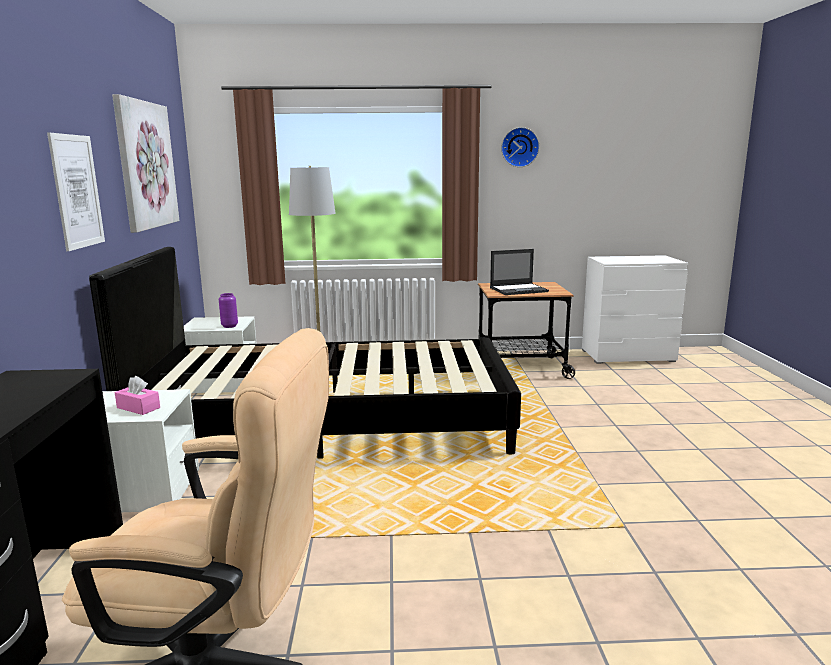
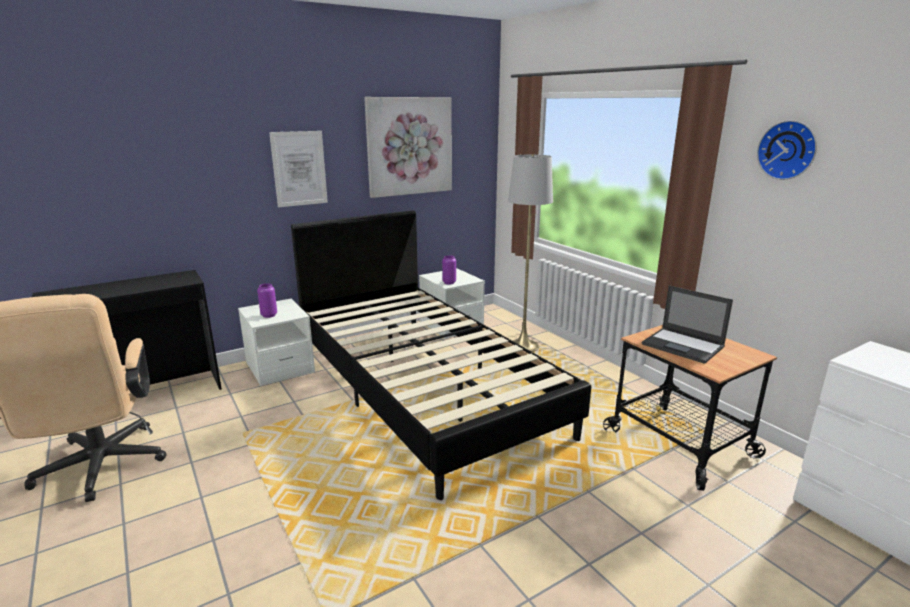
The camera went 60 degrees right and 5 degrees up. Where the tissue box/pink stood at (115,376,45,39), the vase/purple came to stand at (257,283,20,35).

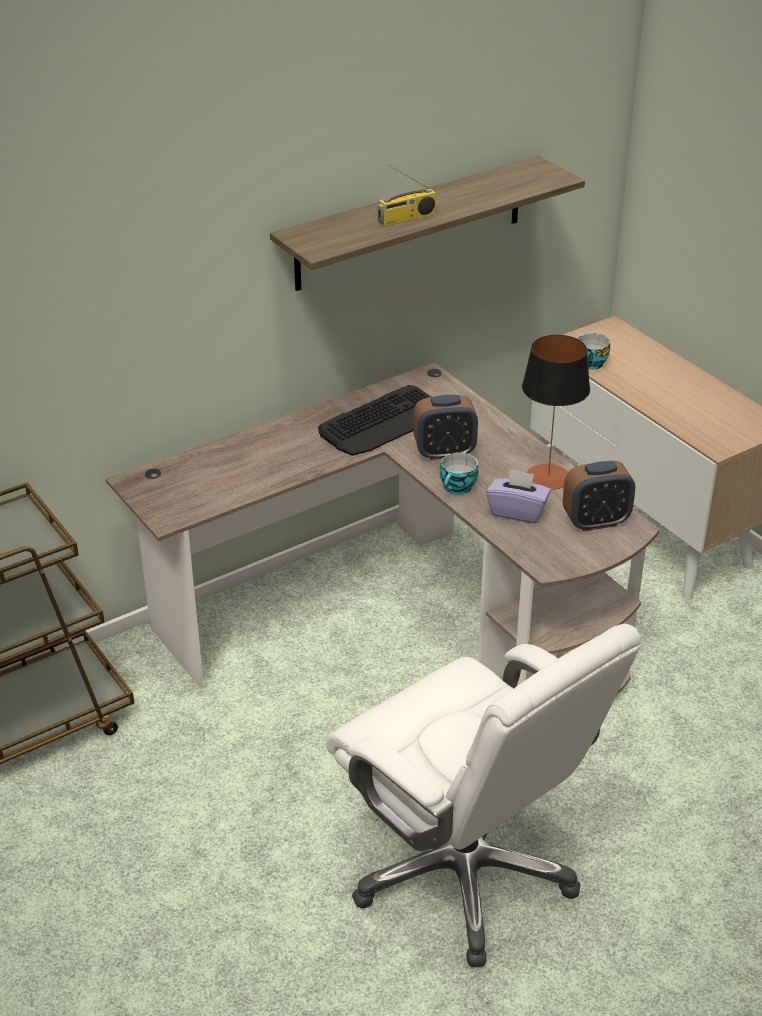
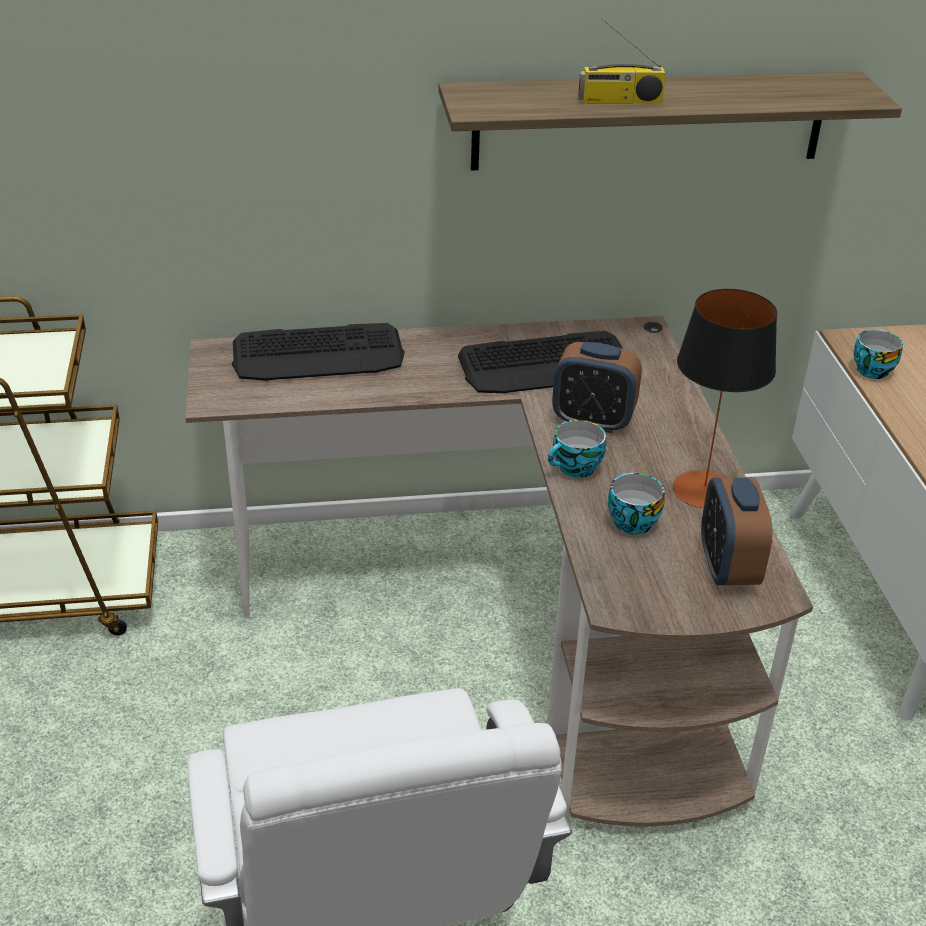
The camera went 25 degrees right and 0 degrees up. The second view gained the keyboard at (232,323,173,58). Where the tissue box/purple stood at (486,469,65,55), the cup came to stand at (608,473,57,62). The alarm clock at (563,461,72,70) ended up facing another way, 75 degrees clockwise from before.

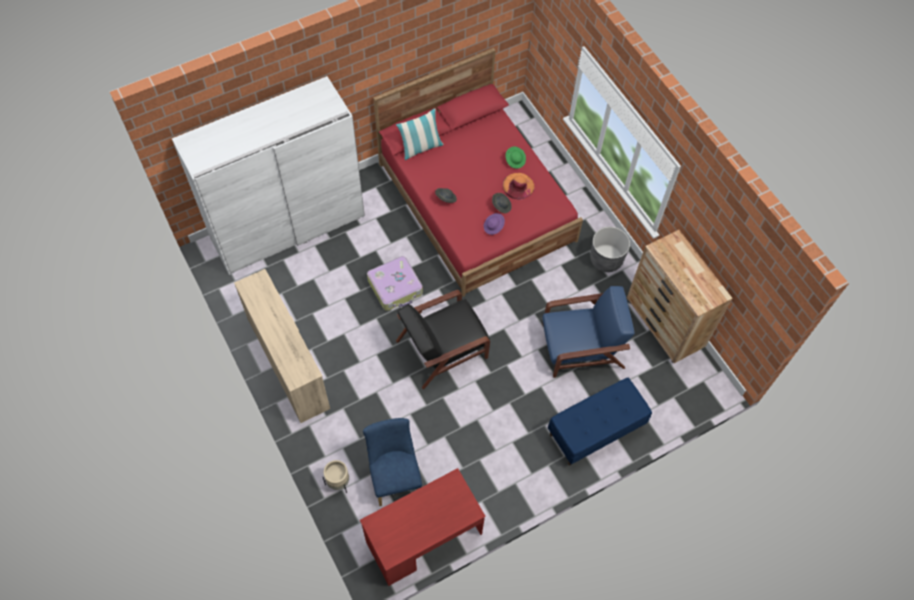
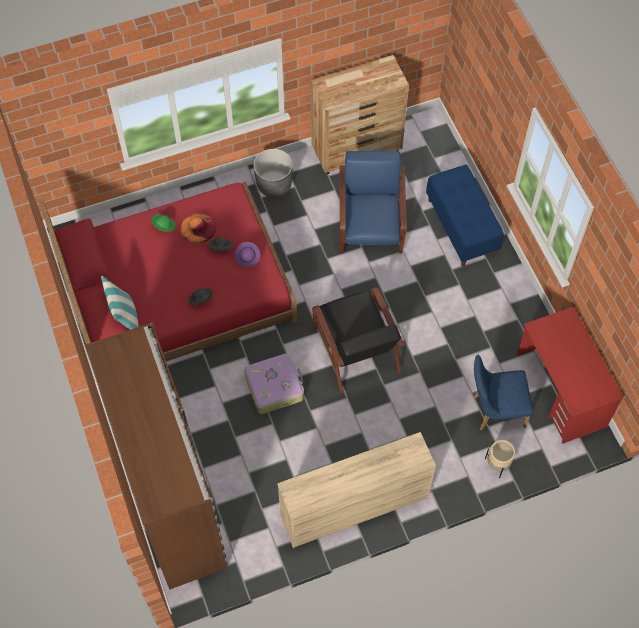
The camera went 80 degrees left and 0 degrees up. What was the wardrobe/white at (172,76,193,199) turned into the wardrobe/brown at (85,323,143,266).

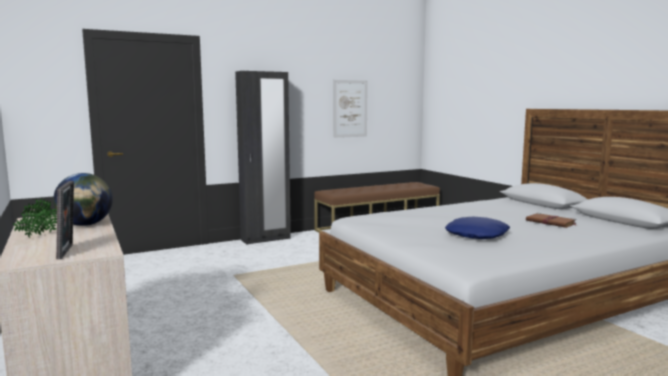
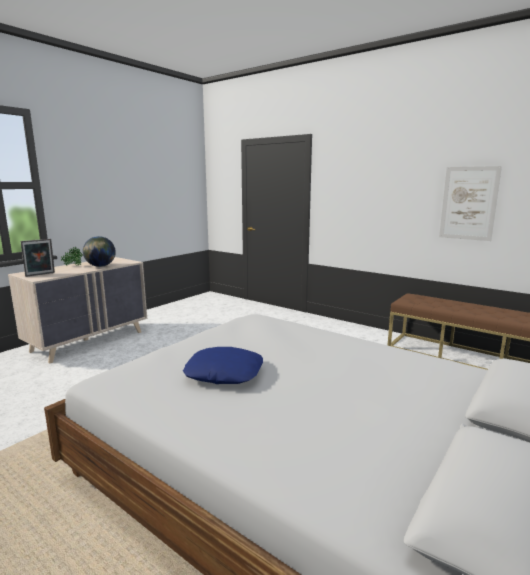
The camera went 65 degrees right and 5 degrees up. The second view lost the wardrobe/black at (235,71,56,174). The second view lost the book/brown at (526,213,51,15).

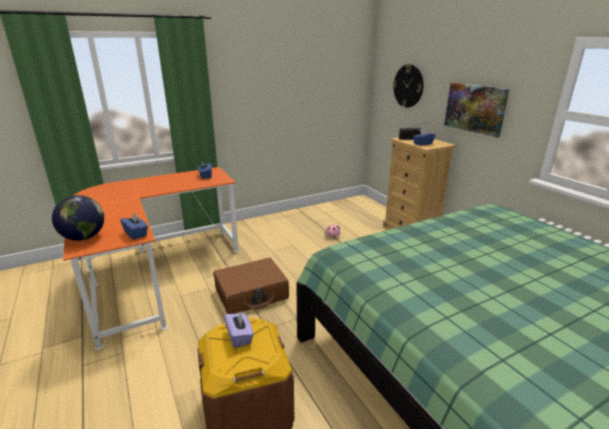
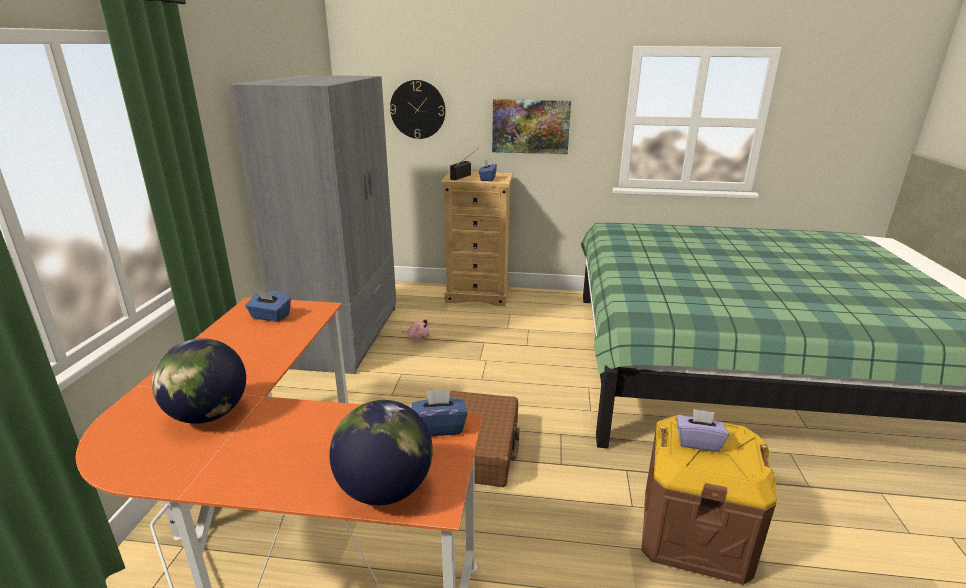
The camera went 55 degrees left and 0 degrees up. The second view gained the globe at (152,338,94,86). The second view gained the wardrobe/grey at (229,75,167,299).

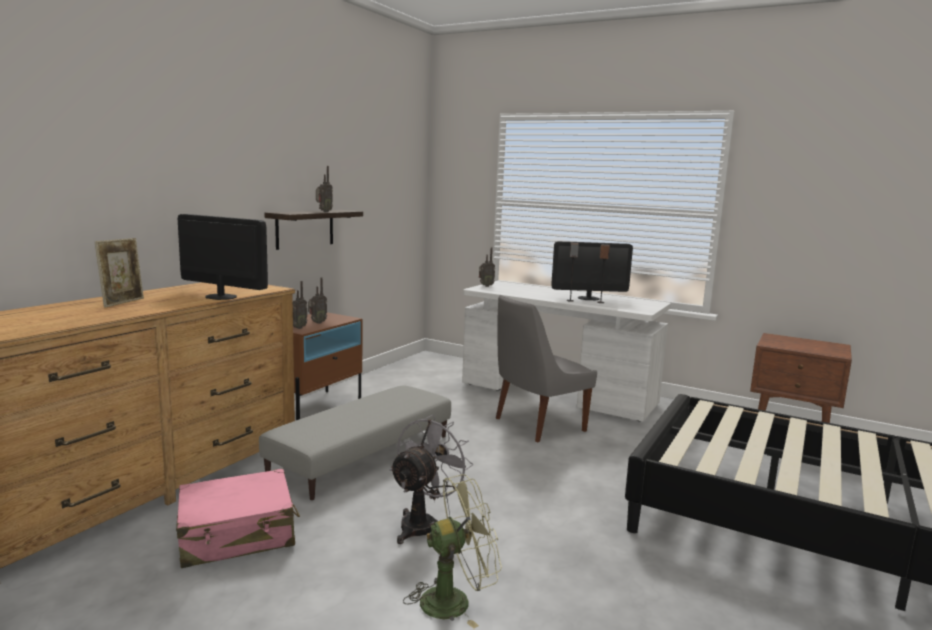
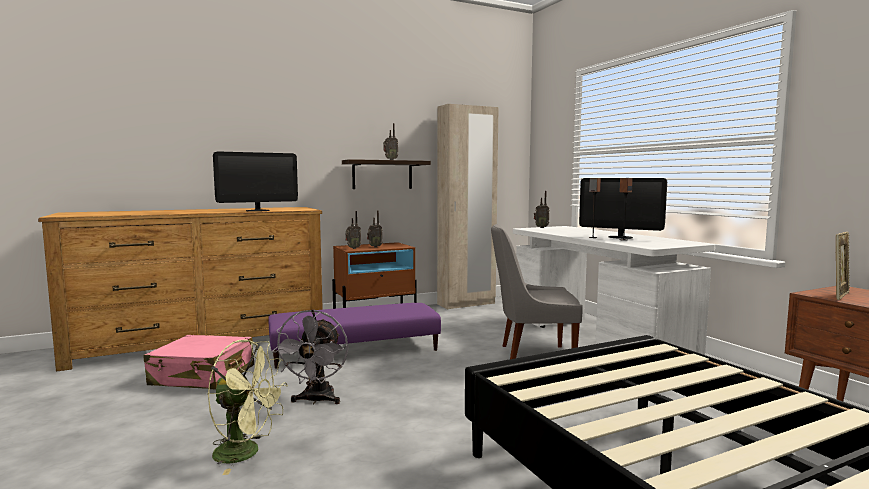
The camera went 35 degrees right and 5 degrees down. The second view gained the wardrobe/beige at (437,104,62,205). The picture frame ended up elsewhere, having gone from (95,238,49,70) to (836,232,14,68). What was the ottoman/grey at (259,385,192,115) turned into the ottoman/purple at (268,303,173,66). The monitor at (178,214,90,86) ended up facing another way, 90 degrees clockwise from before. The fan/grey at (389,415,84,129) ended up facing another way, 120 degrees clockwise from before.

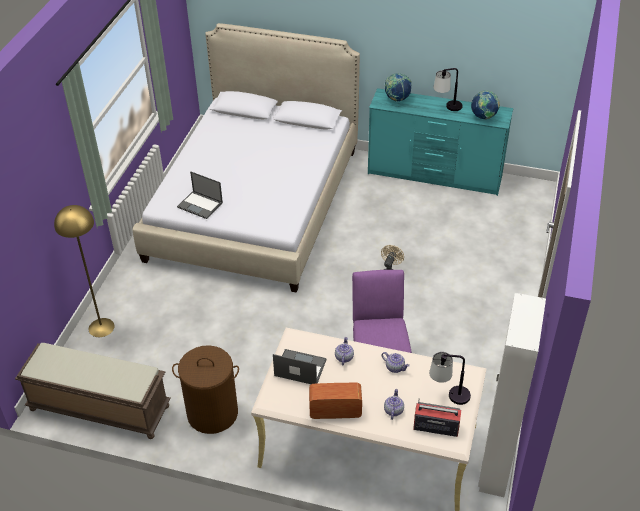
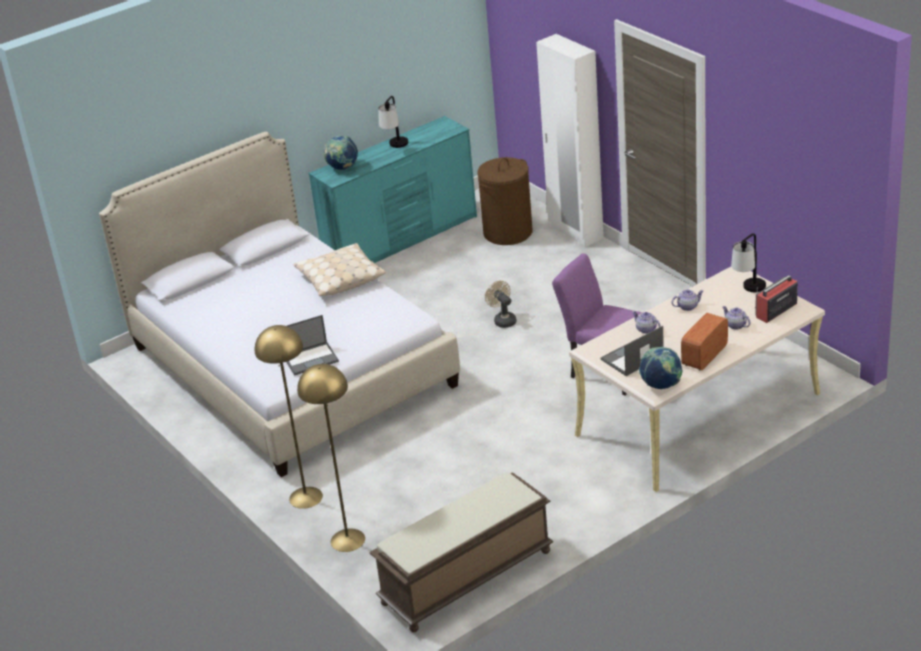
The camera went 50 degrees left and 10 degrees down. The second view gained the floor lamp/yellow at (255,325,68,184). The second view gained the pillow/beige at (293,243,93,53). The laundry basket/brown ended up elsewhere, having gone from (172,345,67,89) to (477,157,55,88). The globe ended up elsewhere, having gone from (471,90,29,30) to (639,347,44,42). The wardrobe/white ended up elsewhere, having gone from (478,293,68,204) to (536,34,68,213).

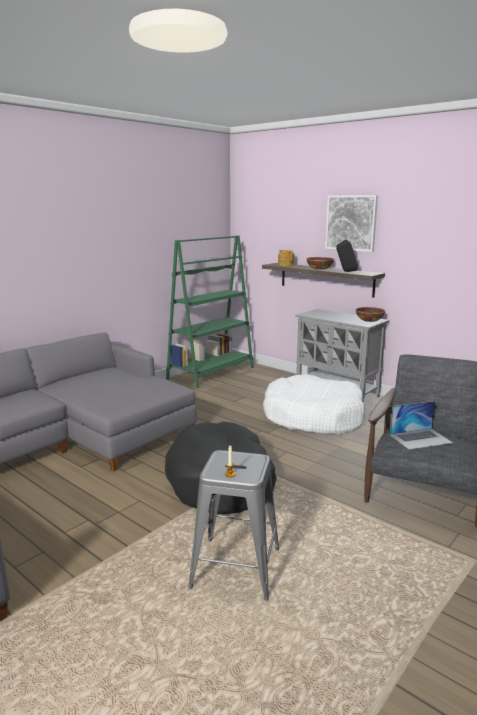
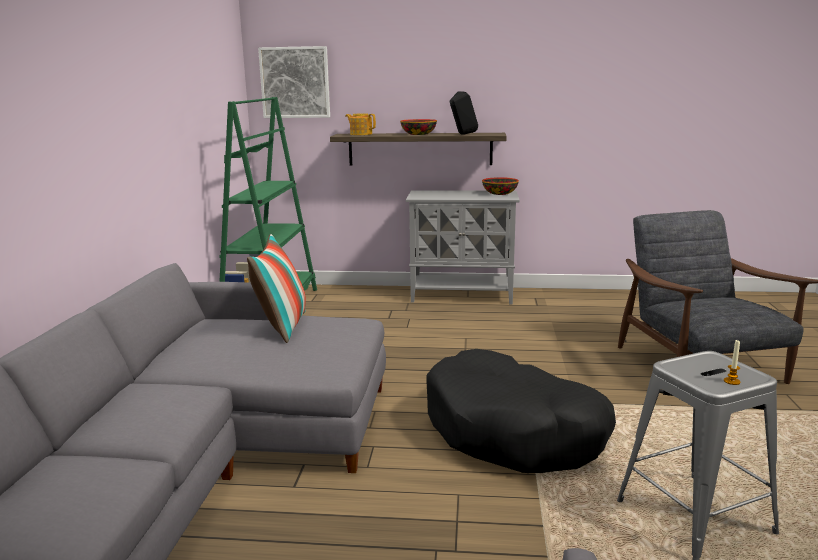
The camera went 35 degrees left and 0 degrees up. The second view lost the dog bed/white at (263,374,102,61). The second view lost the laptop at (390,401,63,48). The second view gained the pillow at (247,234,59,109). The picture ended up elsewhere, having gone from (325,195,53,57) to (258,46,72,72).

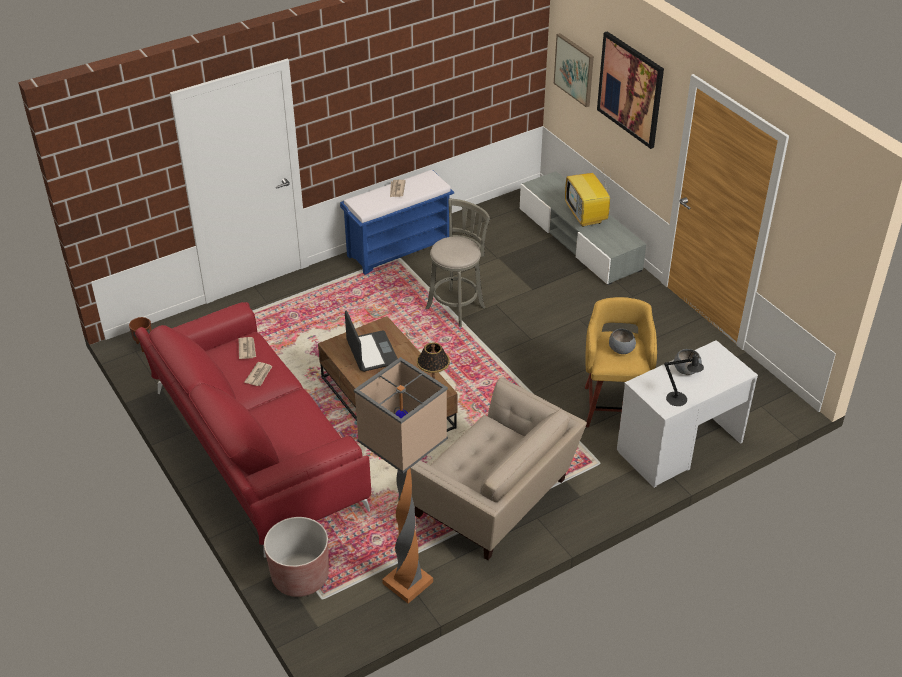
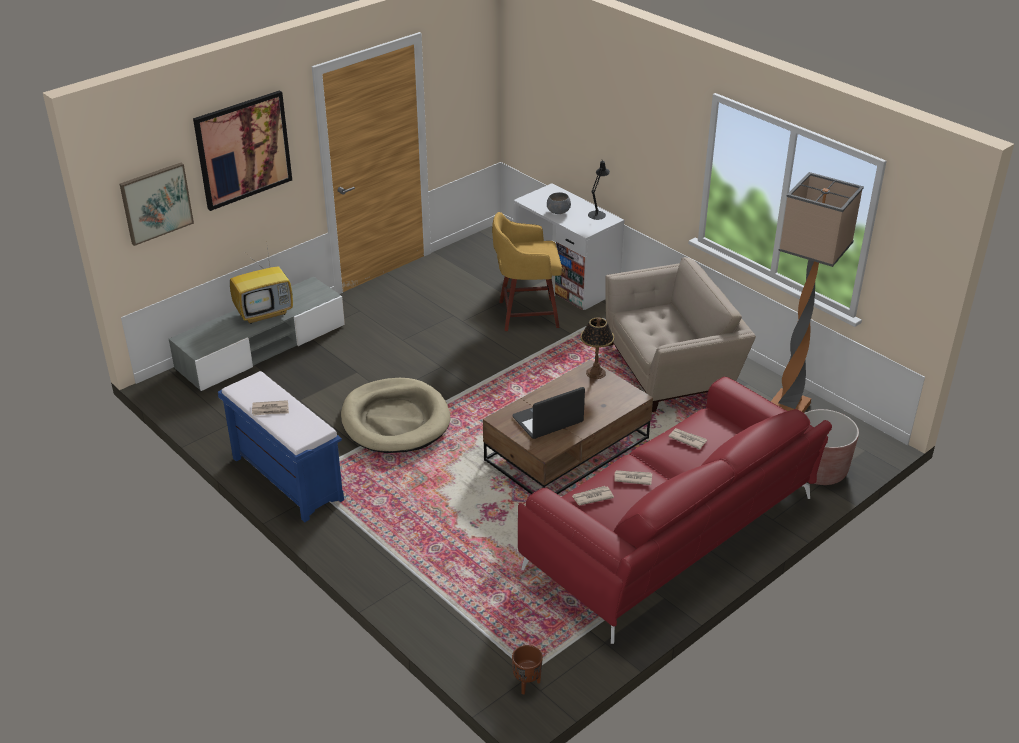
The camera went 100 degrees left and 5 degrees down. The second view lost the bowl/grey at (609,329,27,25). The second view gained the newspaper at (668,428,39,21). Where the stool/grey stood at (426,198,64,129), the dog bed/beige came to stand at (341,378,109,75). The armchair/beige at (410,377,177,183) ended up facing another way, 45 degrees clockwise from before.

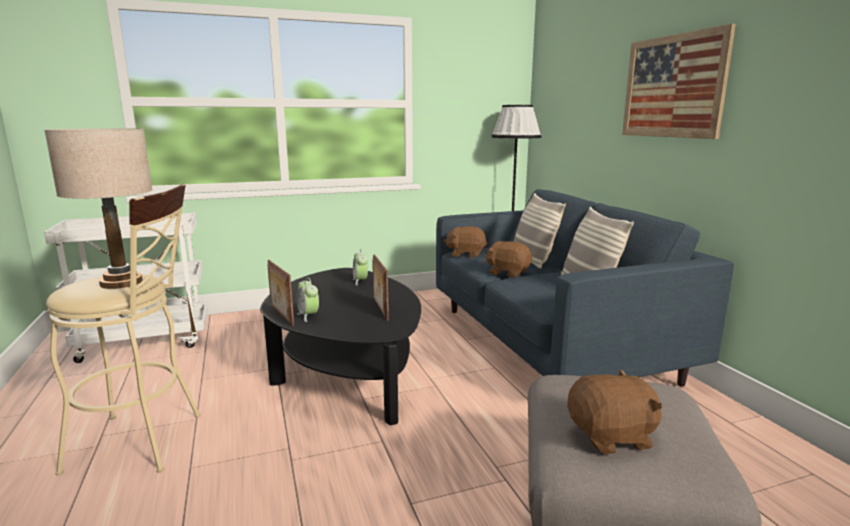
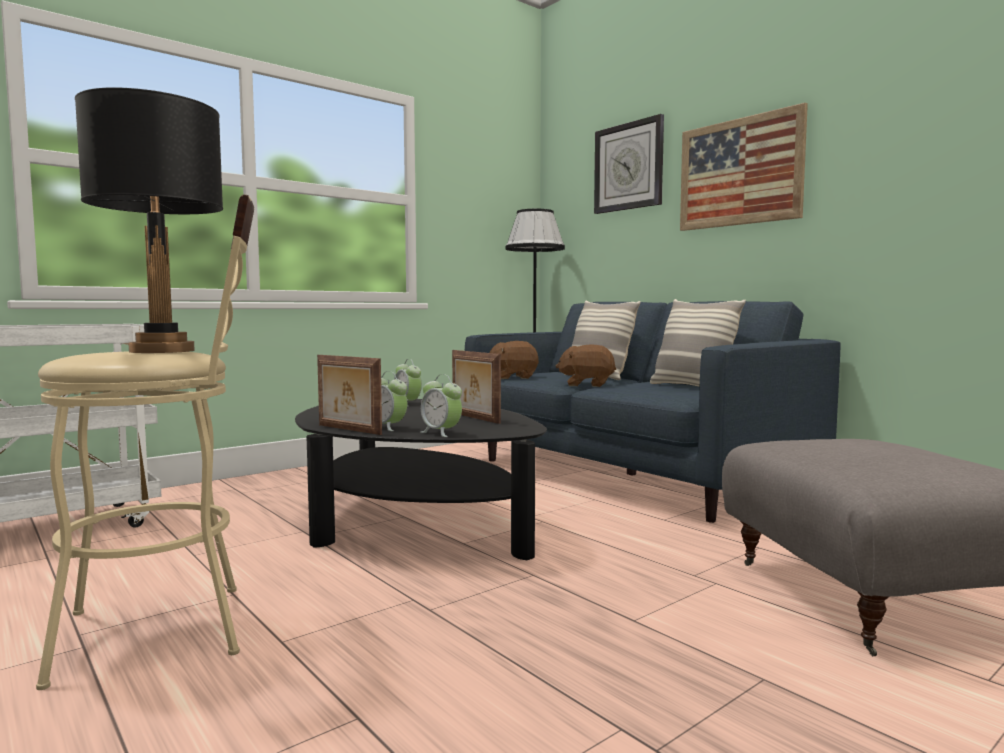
The camera went 20 degrees left and 10 degrees down. The second view lost the plush toy/brown at (567,370,95,85). The second view gained the alarm clock at (421,374,41,63). The second view gained the wall clock at (594,114,70,100). What was the table lamp/beige at (44,128,109,161) turned into the table lamp/black at (75,87,148,266).

